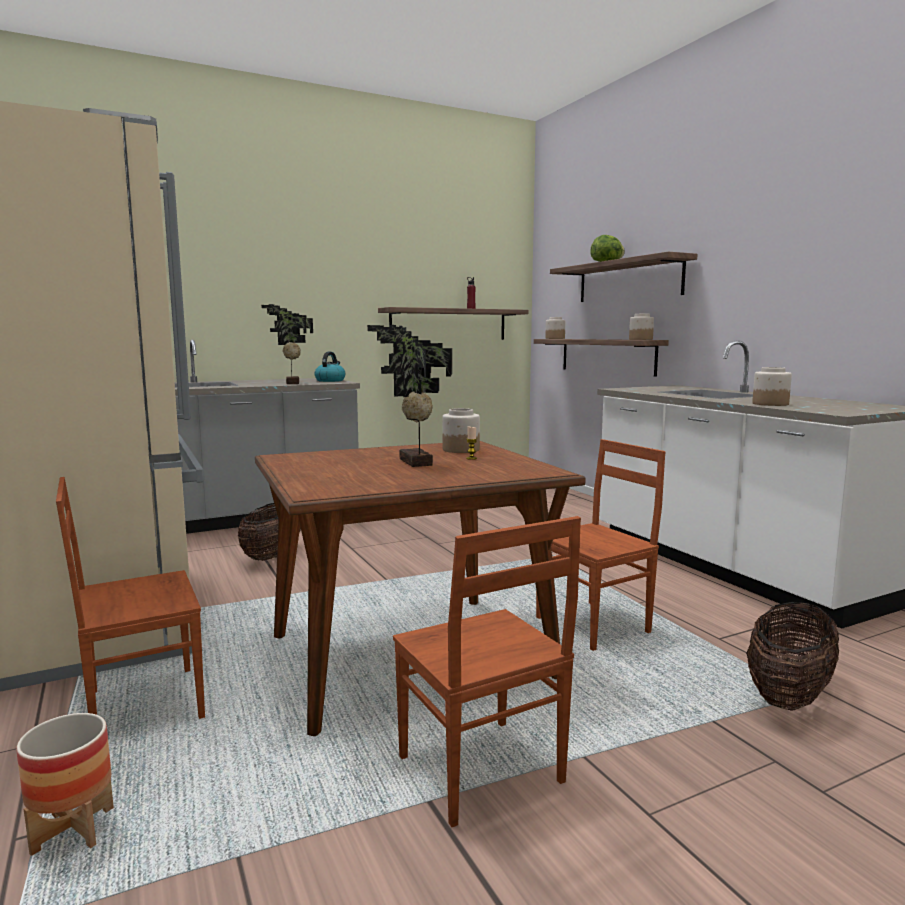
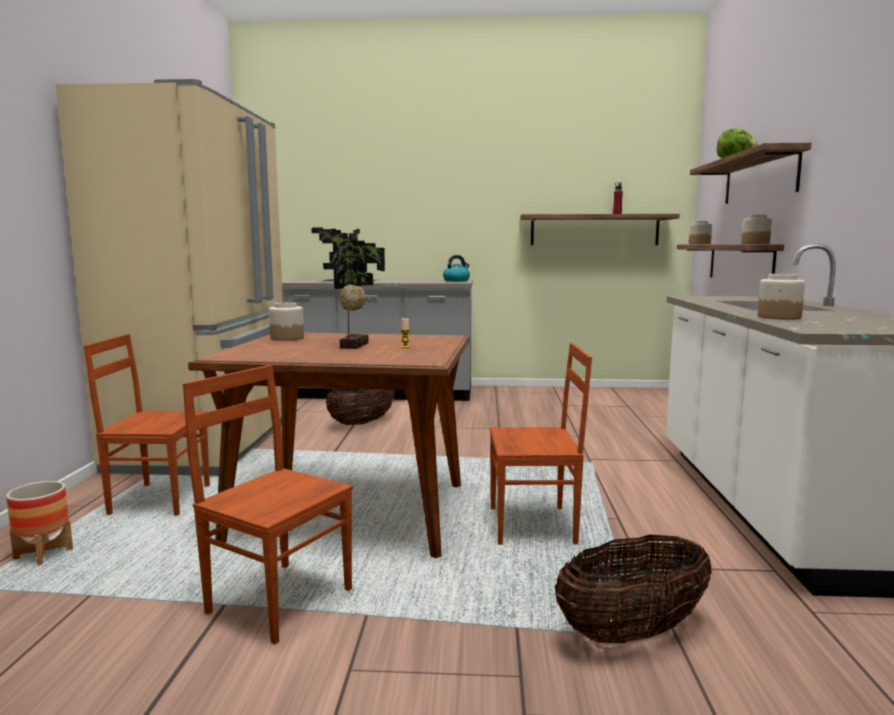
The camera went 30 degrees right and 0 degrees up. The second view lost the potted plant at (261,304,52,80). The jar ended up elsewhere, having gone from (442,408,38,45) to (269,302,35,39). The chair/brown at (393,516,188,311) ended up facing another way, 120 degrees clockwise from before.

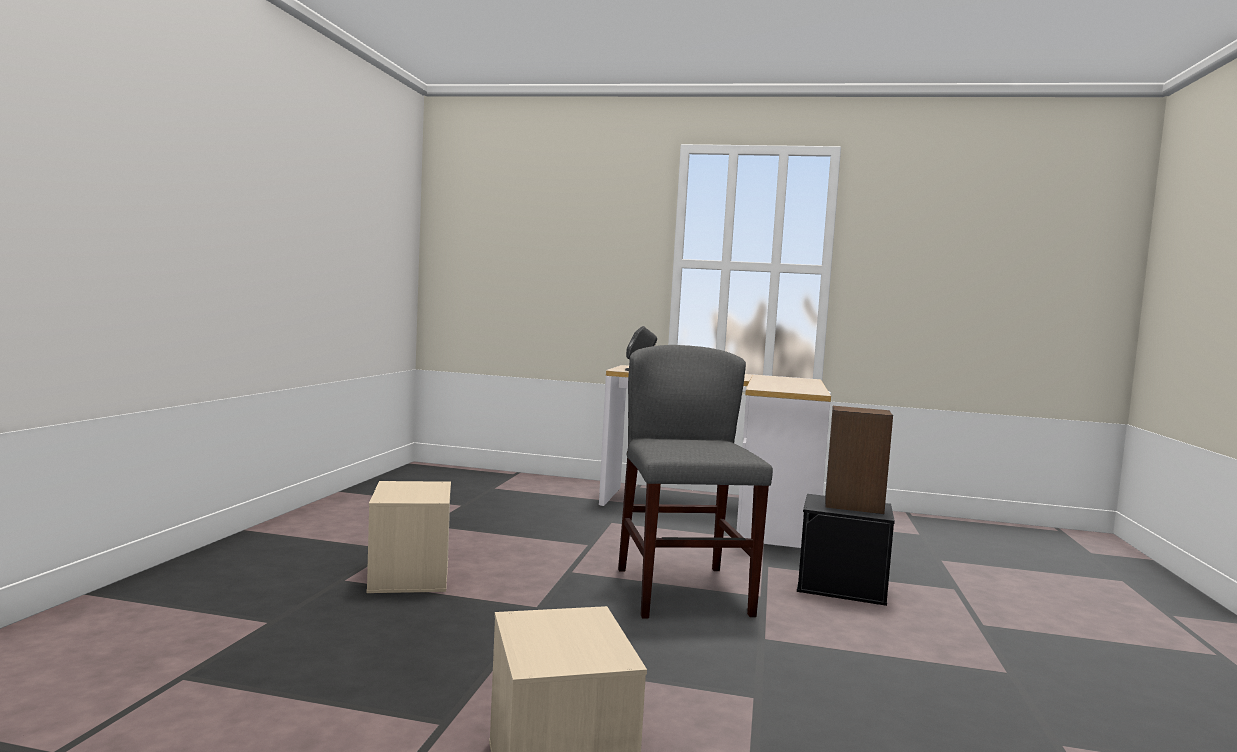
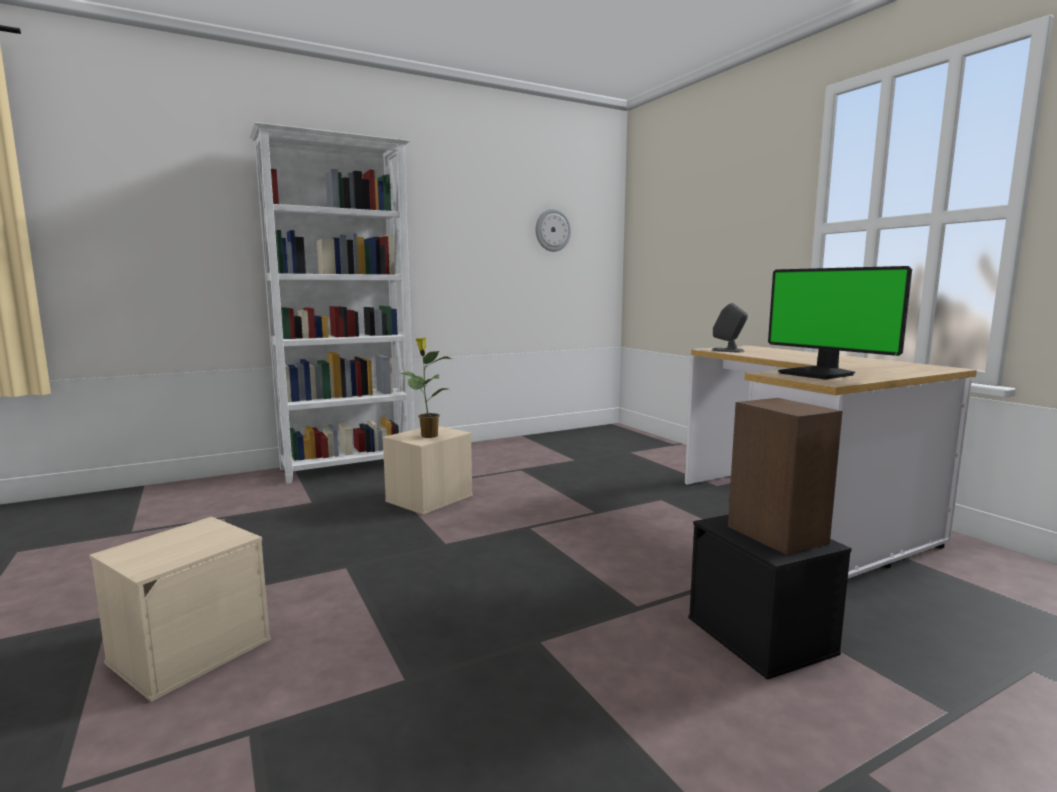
The camera went 50 degrees right and 5 degrees up. The second view lost the chair/grey at (618,345,155,274). The second view gained the bookcase/white at (249,122,165,362). The second view gained the potted plant at (401,338,50,100). The second view gained the wall clock at (535,208,36,44). The second view gained the monitor at (768,266,144,114).

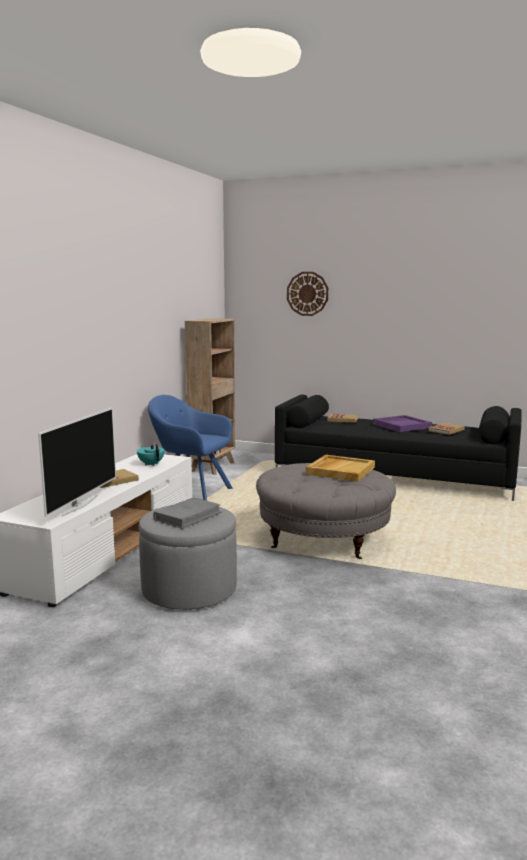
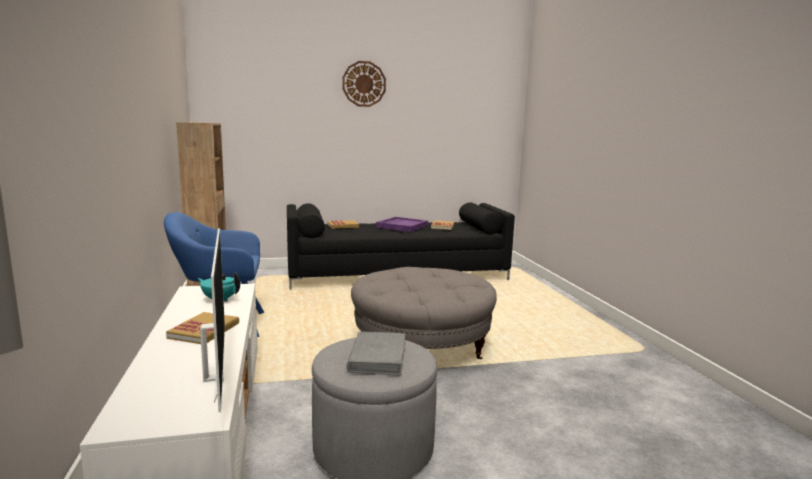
The camera went 35 degrees left and 0 degrees up. The second view lost the tray/beige at (306,455,69,27). The wall clock ended up elsewhere, having gone from (287,272,41,44) to (342,61,44,46).

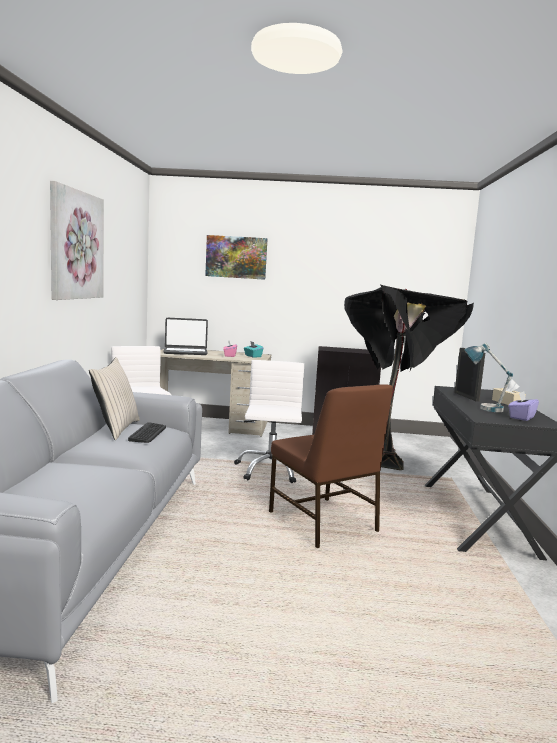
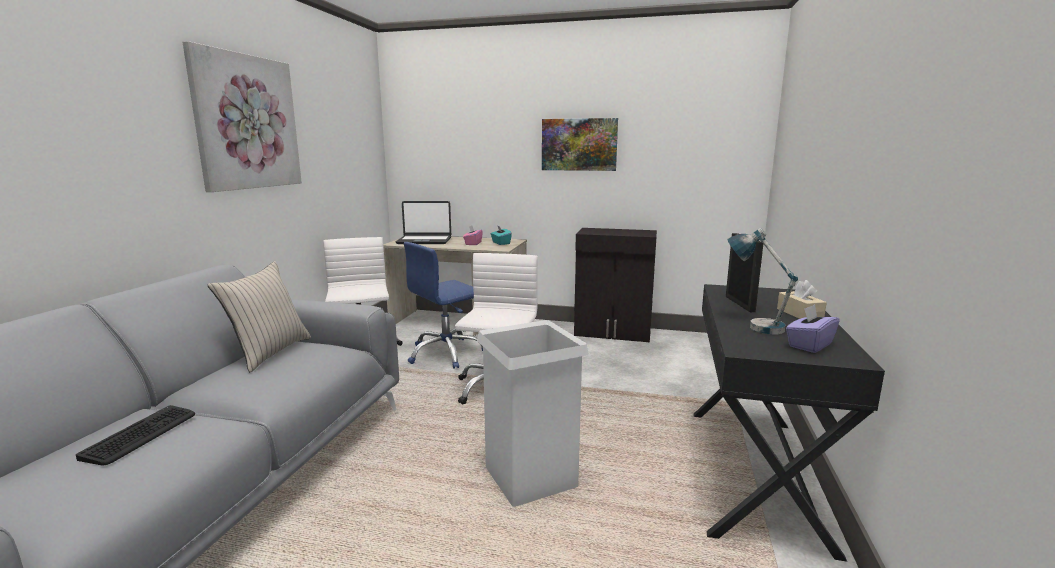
The camera went 10 degrees right and 5 degrees up. The second view lost the floor lamp/black at (344,285,130,185). The second view gained the office chair/blue at (404,242,79,127). The keyboard ended up elsewhere, having gone from (128,422,38,21) to (76,405,119,60). The picture ended up elsewhere, having gone from (205,235,62,45) to (542,118,76,53). Where the chair/brown stood at (269,384,124,164), the trash can/white came to stand at (477,320,112,187).

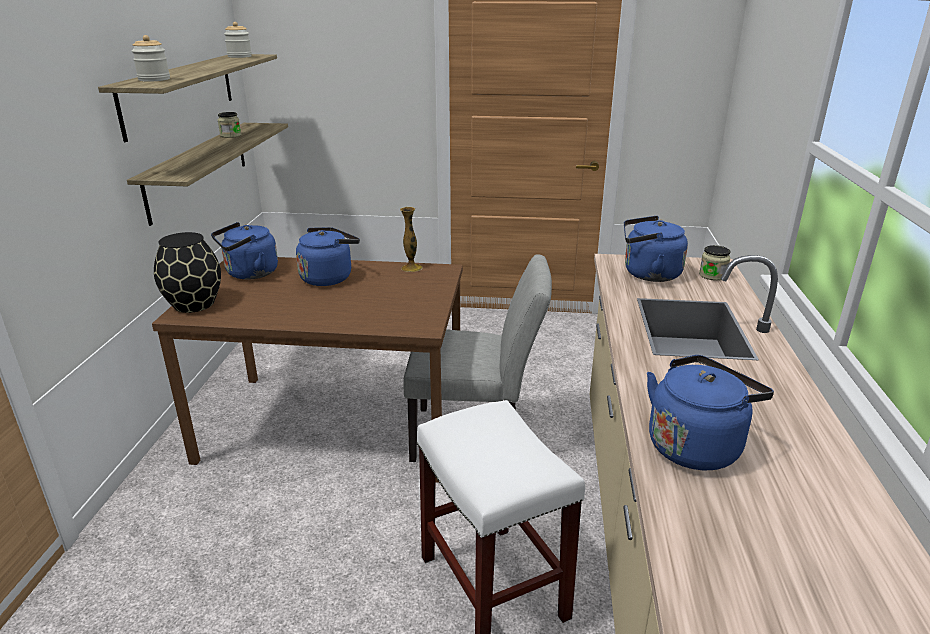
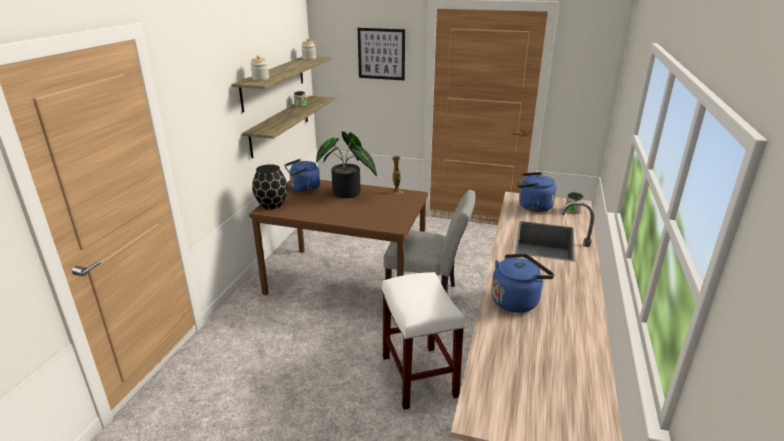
The camera went 10 degrees right and 0 degrees up. The second view gained the picture at (358,28,47,52). Where the kettle/blue stood at (296,227,64,59), the potted plant came to stand at (316,132,61,66).

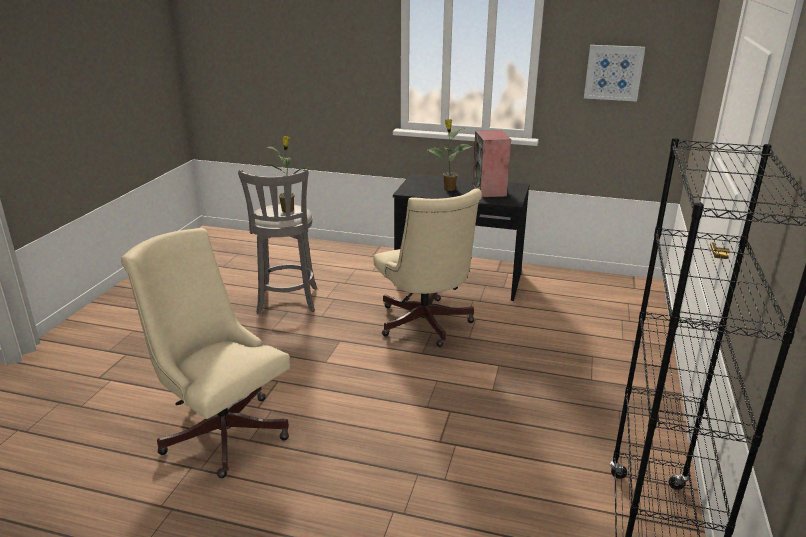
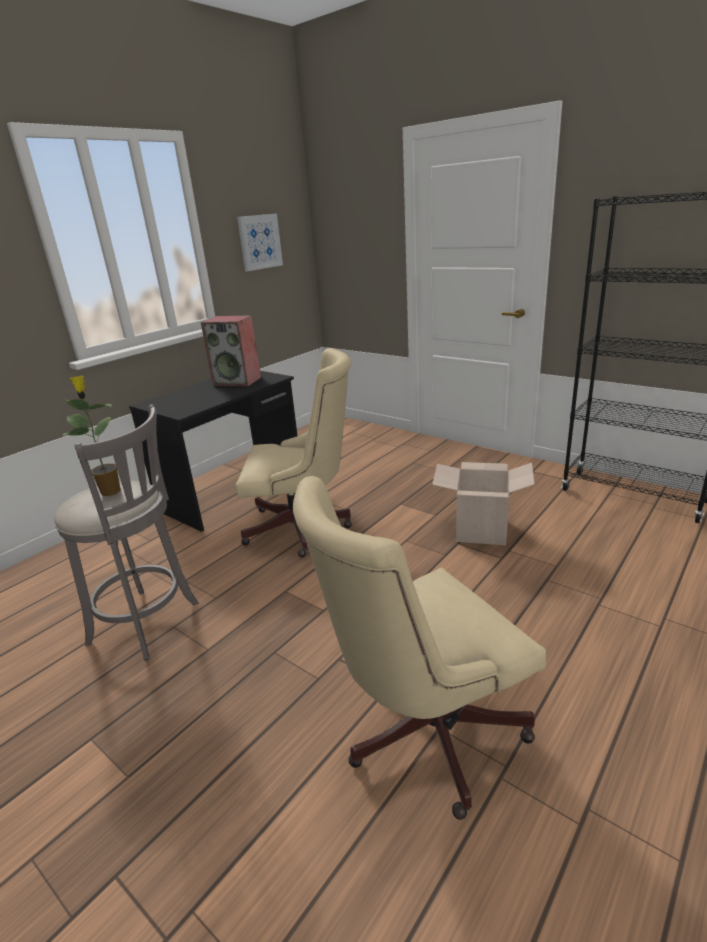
The camera went 65 degrees left and 0 degrees up. The second view lost the potted plant at (428,119,44,72). The second view gained the cardboard box at (432,462,103,83).

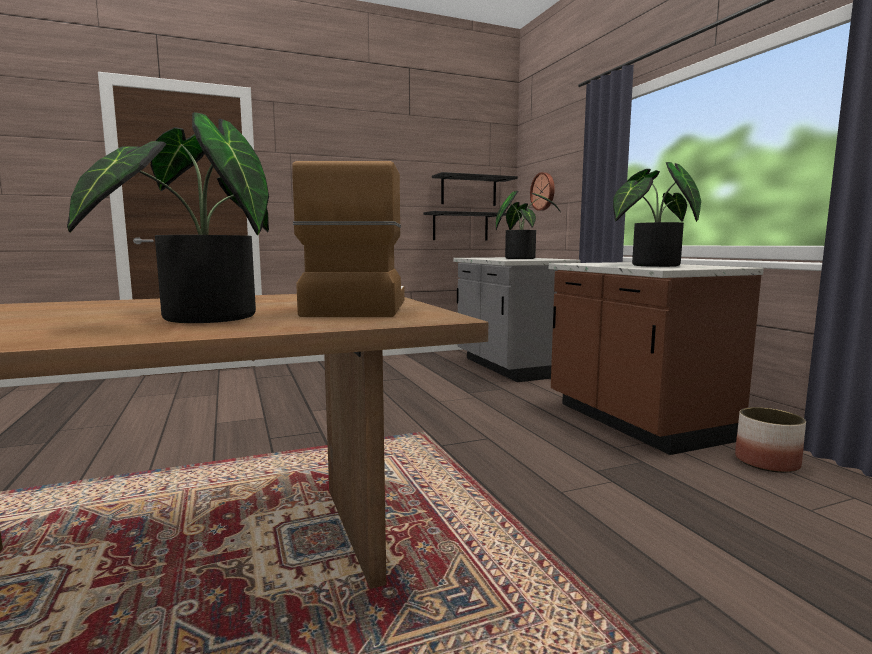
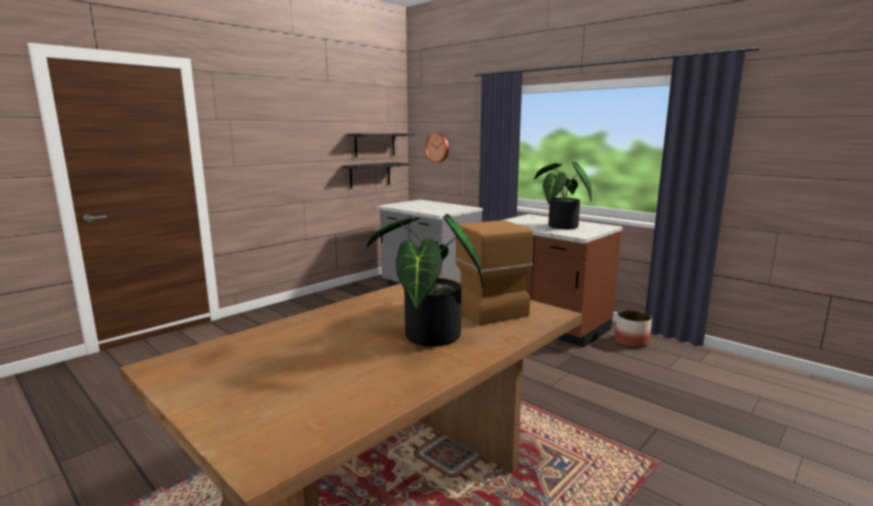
The camera went 25 degrees left and 5 degrees up. The second view lost the potted plant at (496,191,65,68).

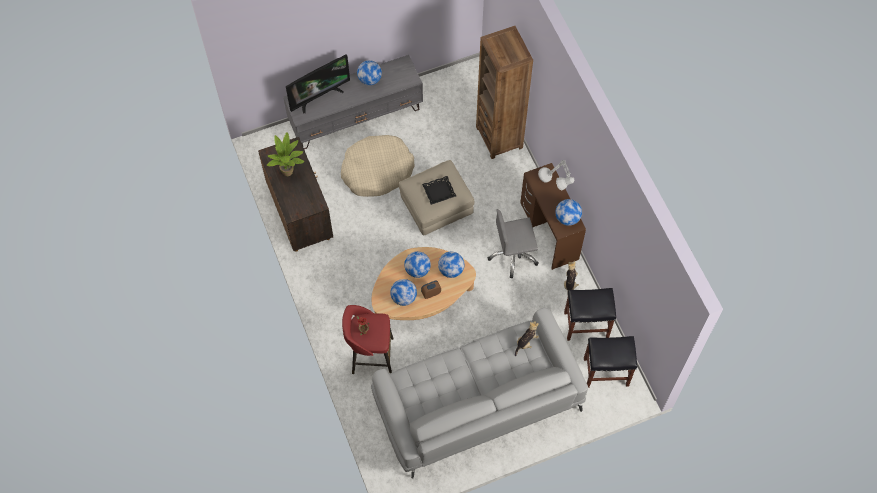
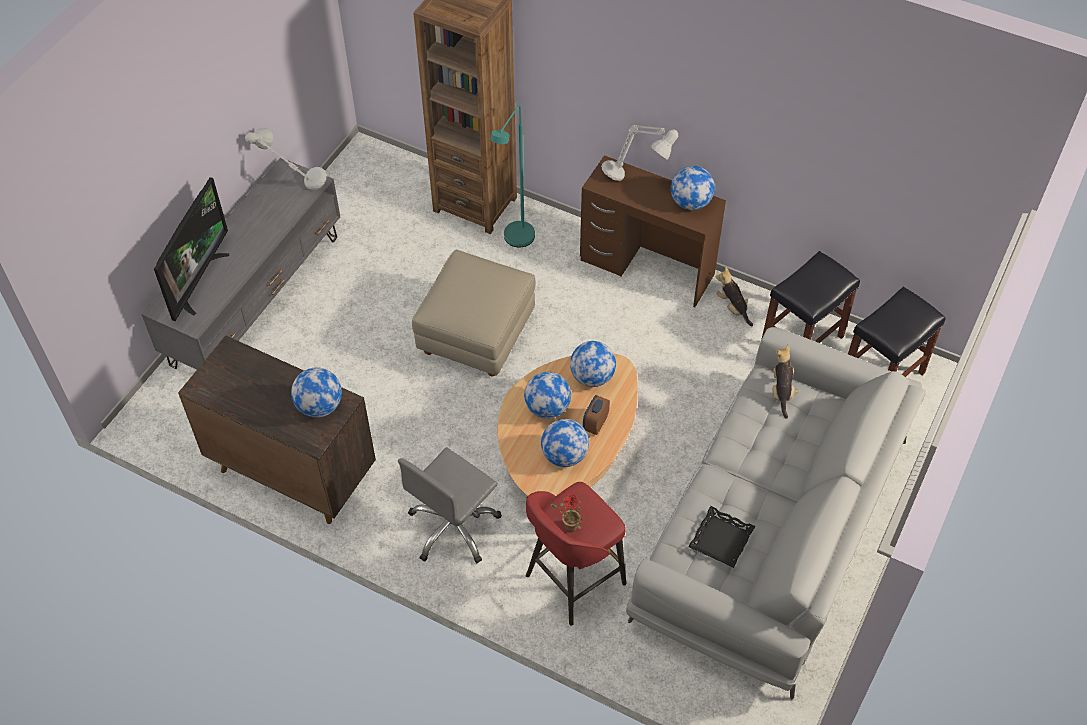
The camera went 40 degrees left and 10 degrees down. The second view lost the potted plant at (267,132,37,44). The second view lost the dog bed/beige at (341,135,74,62). The second view gained the table lamp/grey at (245,128,82,63). The second view gained the floor lamp/turquoise at (490,105,45,142). The globe ended up elsewhere, having gone from (357,60,25,25) to (291,367,51,51). The tray/black ended up elsewhere, having gone from (422,176,34,29) to (688,506,67,62). The office chair/grey ended up elsewhere, having gone from (488,209,51,69) to (398,447,104,116).

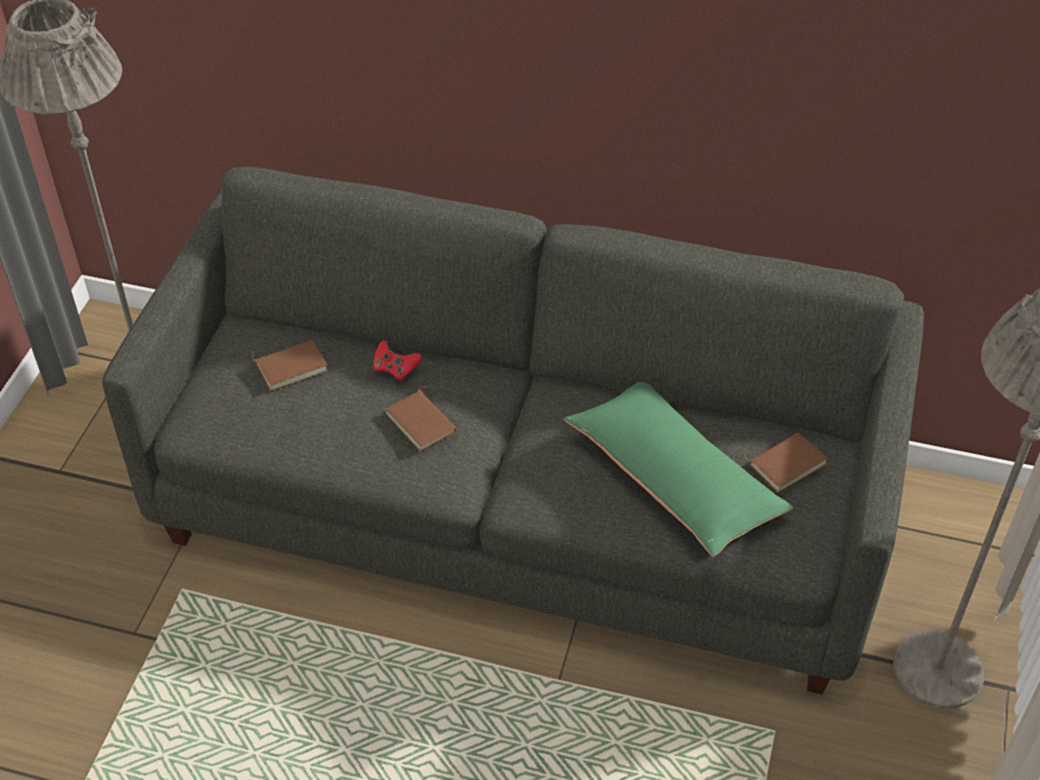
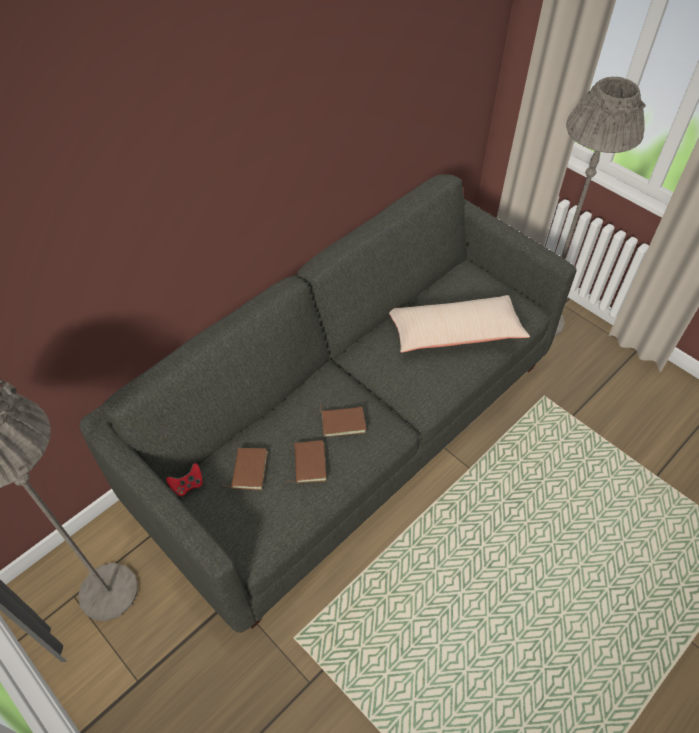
The camera went 60 degrees left and 5 degrees up. The game controller/red ended up elsewhere, having gone from (373,340,49,41) to (166,463,36,33). The book/brown ended up elsewhere, having gone from (740,432,87,61) to (286,440,40,43). What was the pillow/green at (564,382,229,175) turned into the pillow/beige at (389,295,141,58).

